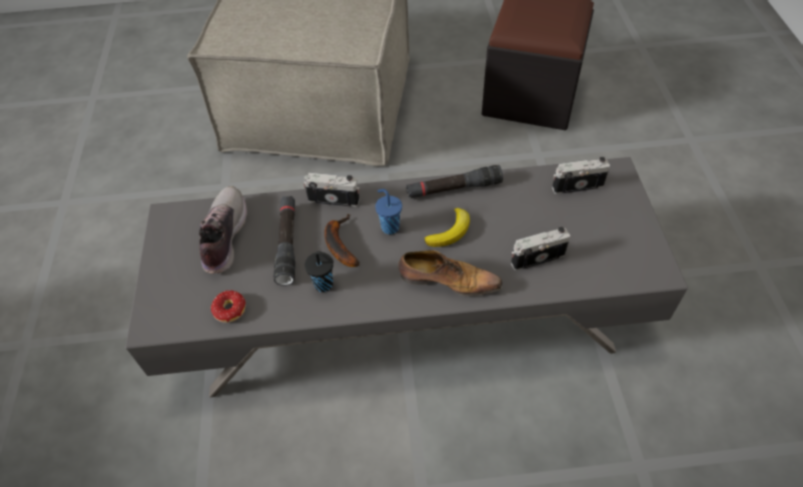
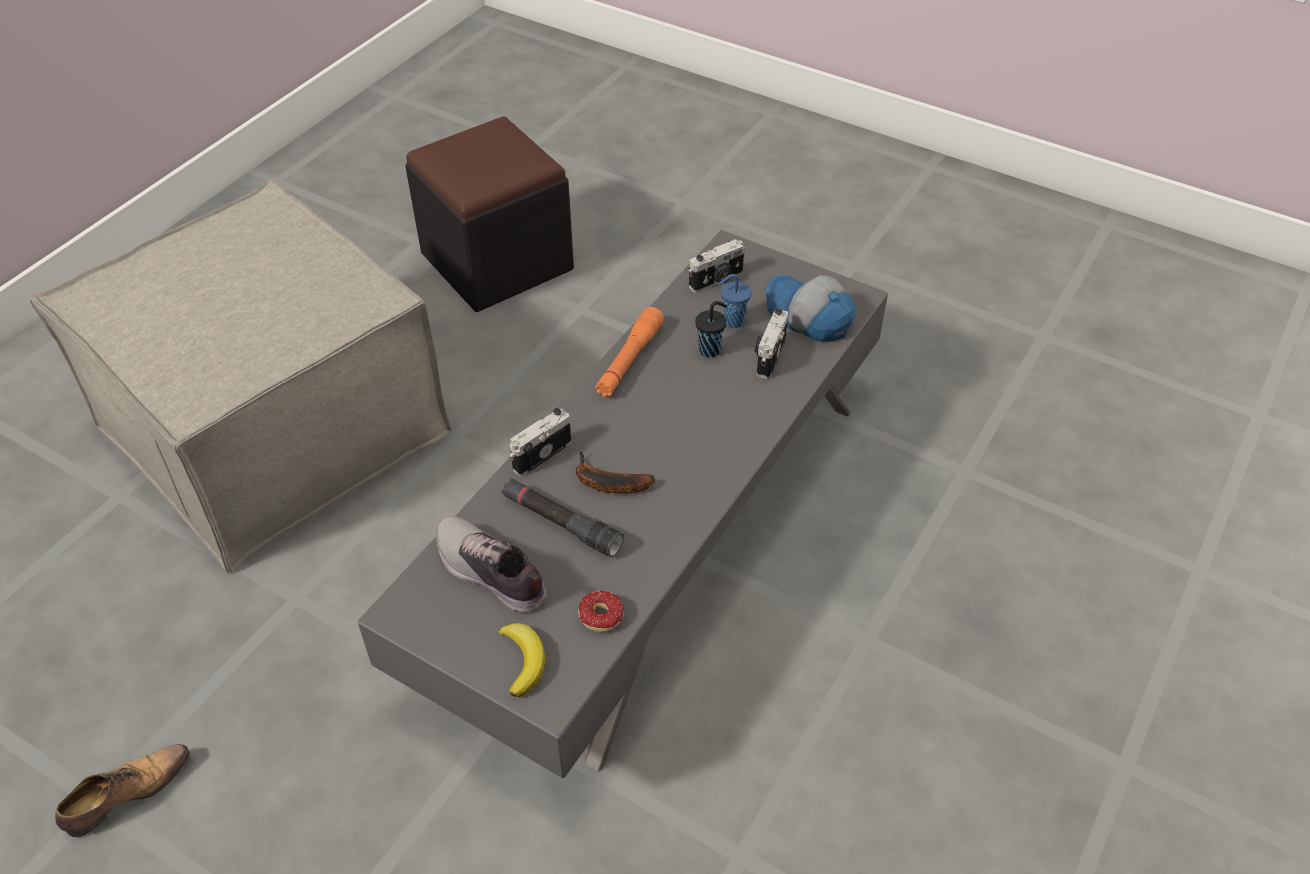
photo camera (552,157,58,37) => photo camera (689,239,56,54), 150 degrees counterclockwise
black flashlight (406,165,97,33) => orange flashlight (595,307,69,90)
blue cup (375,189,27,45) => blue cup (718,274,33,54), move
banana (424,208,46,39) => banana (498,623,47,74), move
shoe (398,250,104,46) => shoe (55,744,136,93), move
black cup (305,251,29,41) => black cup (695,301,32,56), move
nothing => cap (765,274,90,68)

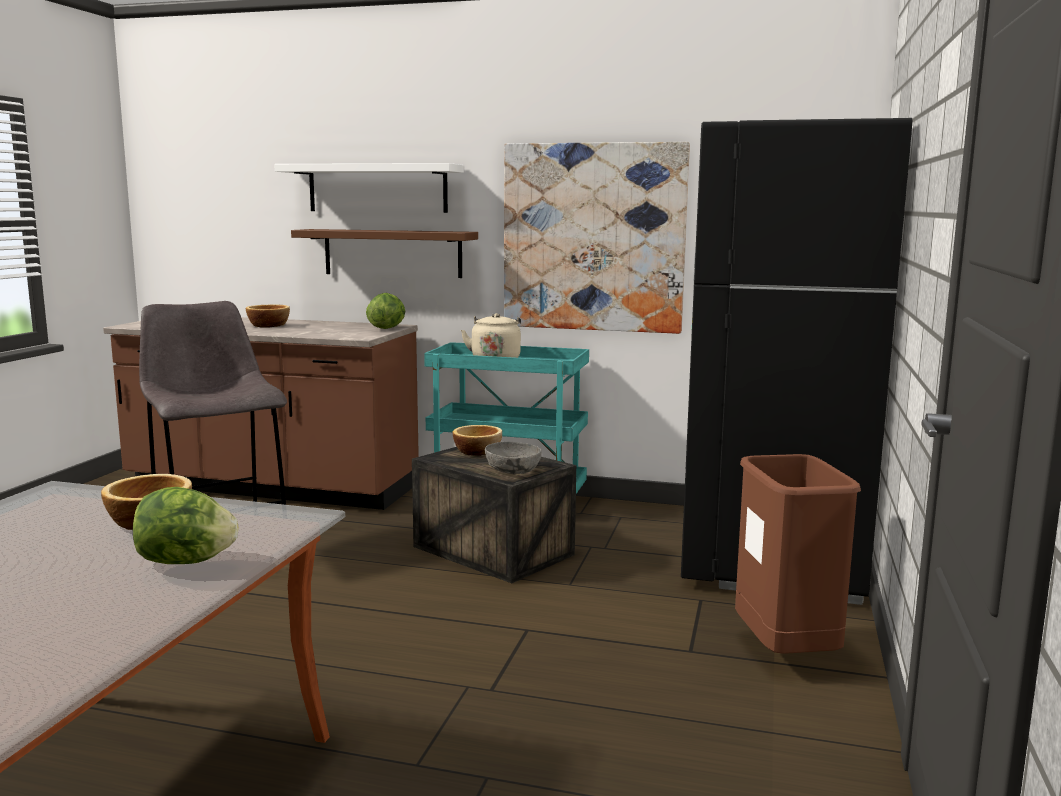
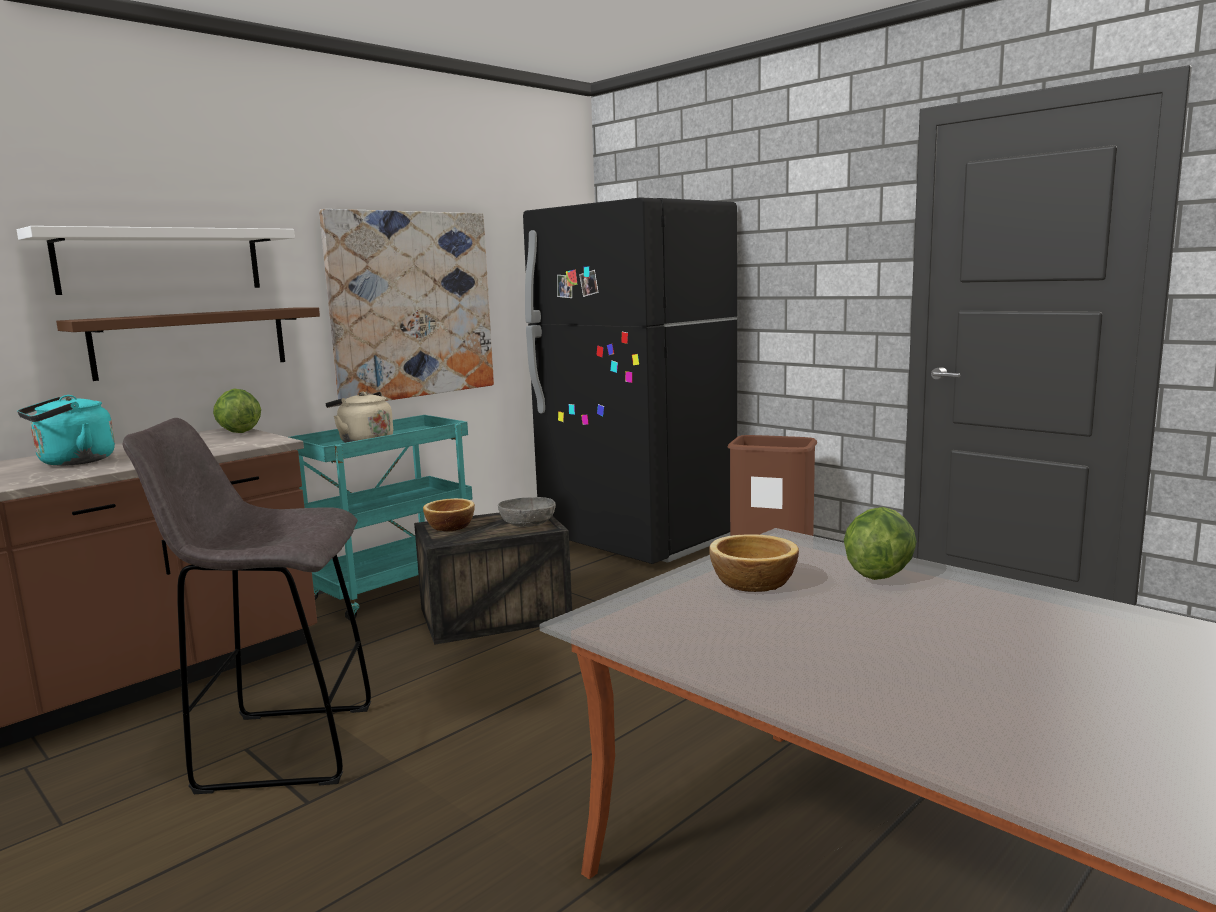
bowl (246,305,44,23) => turquoise kettle (17,395,98,71)

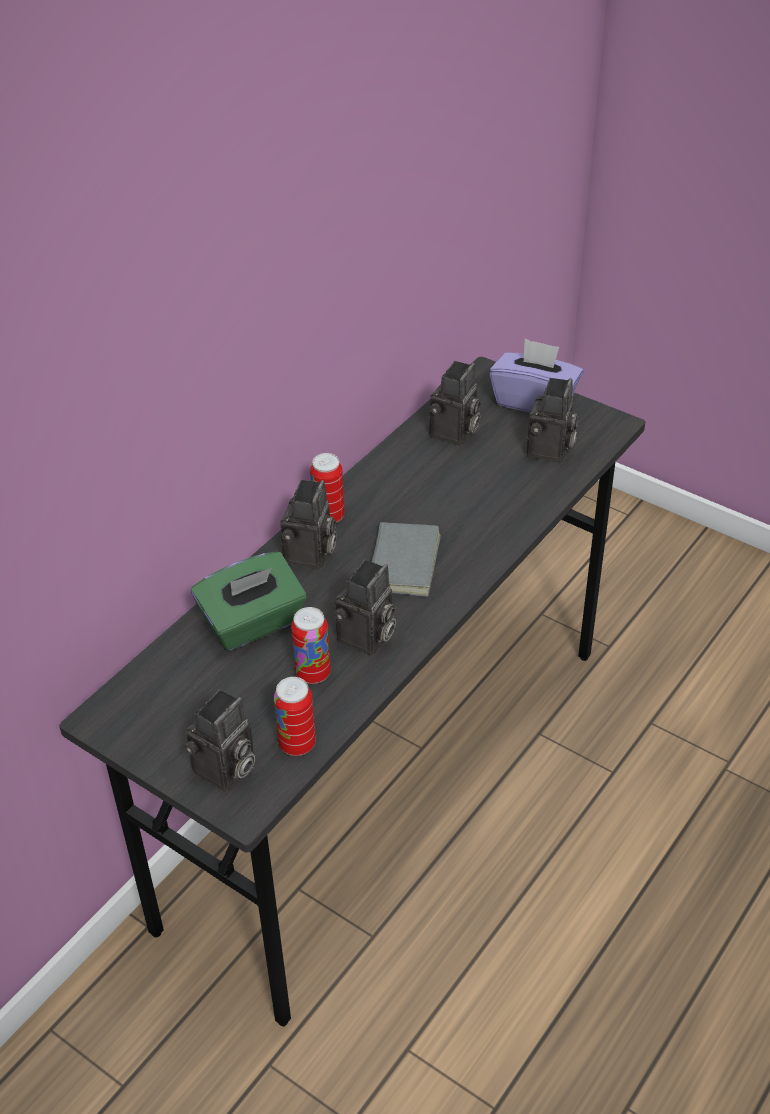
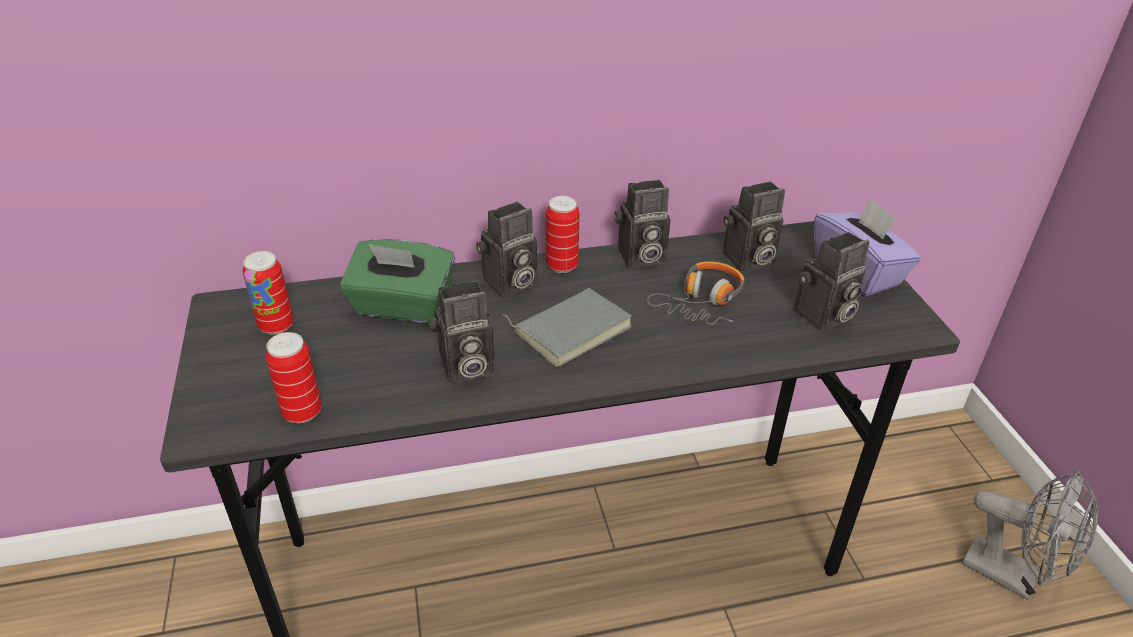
can (291,607,40,77) => can (243,251,51,84), move
photo camera (184,689,71,103) => photo camera (615,180,55,89), move
nothing => headphones (647,261,98,64)
nothing => grey fan (962,470,136,130)

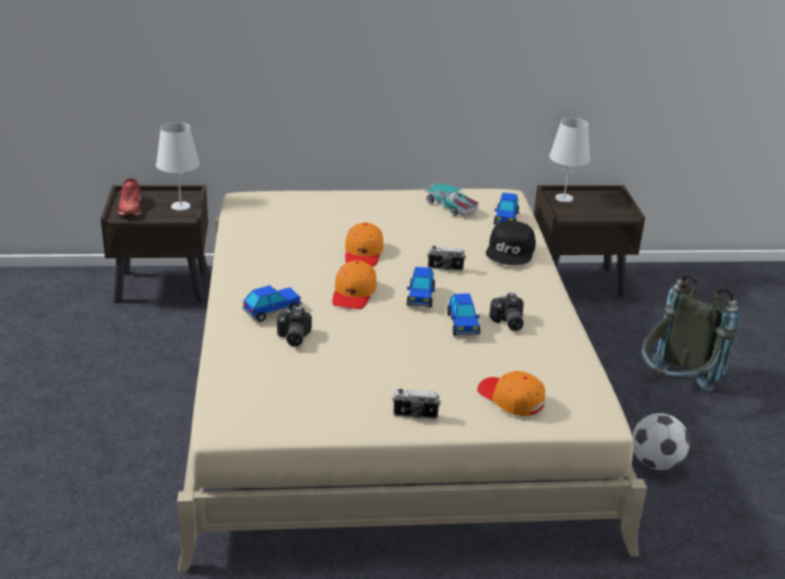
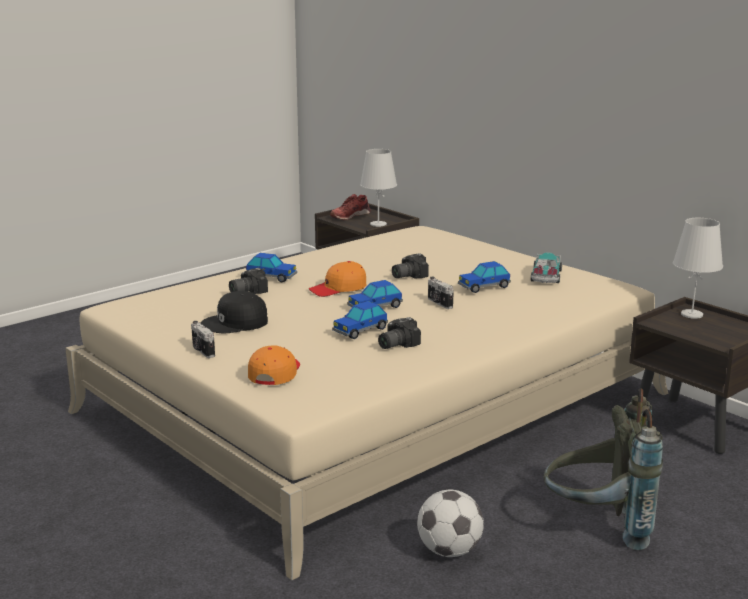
toy car (494,193,25,32) => toy car (458,261,53,32), move
black cap (486,221,50,44) => black cap (200,291,68,42), move
orange cap (345,222,38,45) => photo camera (392,253,37,26)

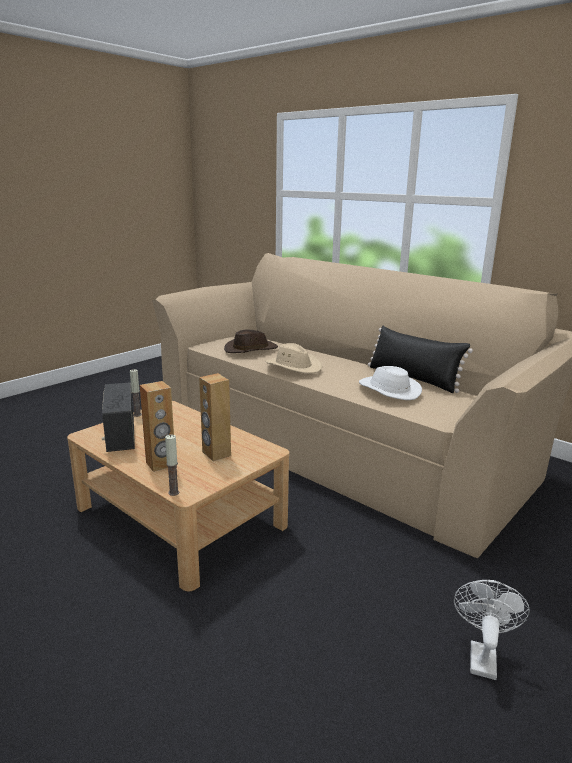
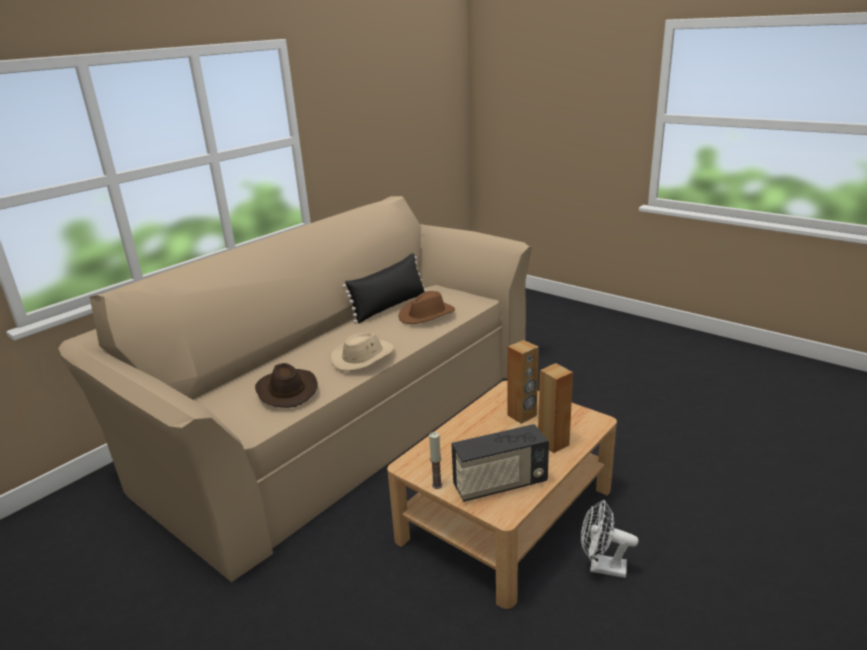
white hat (359,366,63,34) => brown hat (398,291,57,33)
candle (165,435,15,61) => nothing
white fan (454,580,76,100) => white fan (581,500,58,78), move

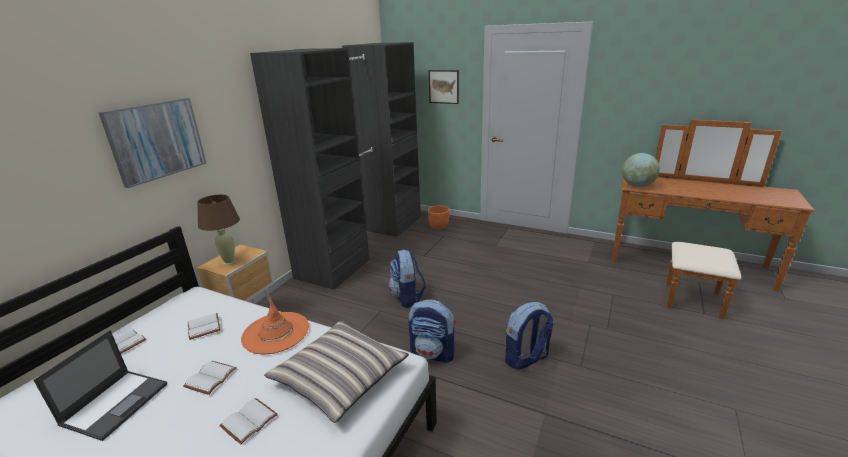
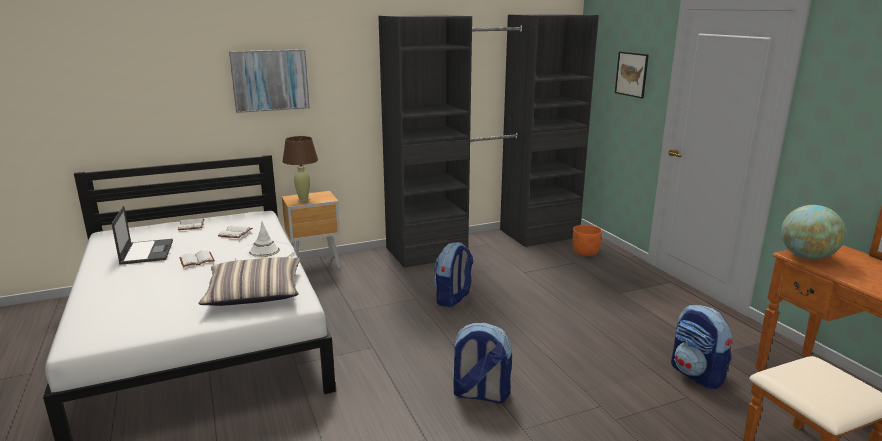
backpack (409,299,47,64) => backpack (671,305,62,84), move
orange hat (241,300,68,54) => white hat (234,221,60,40)
laptop (33,330,134,111) => laptop (111,206,62,59), 75 degrees counterclockwise
white book (219,398,59,46) => nothing

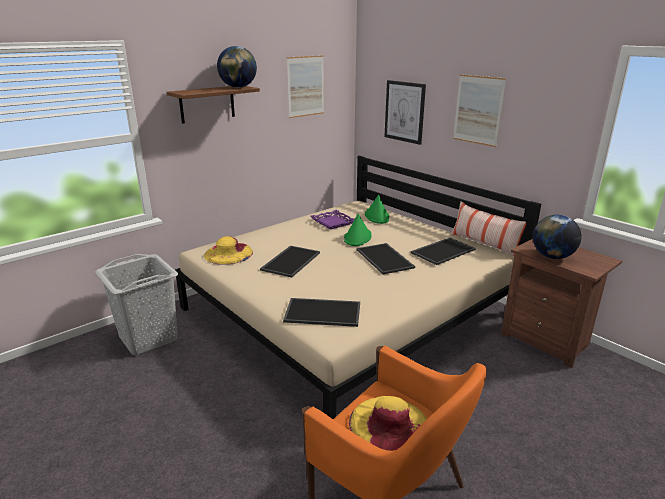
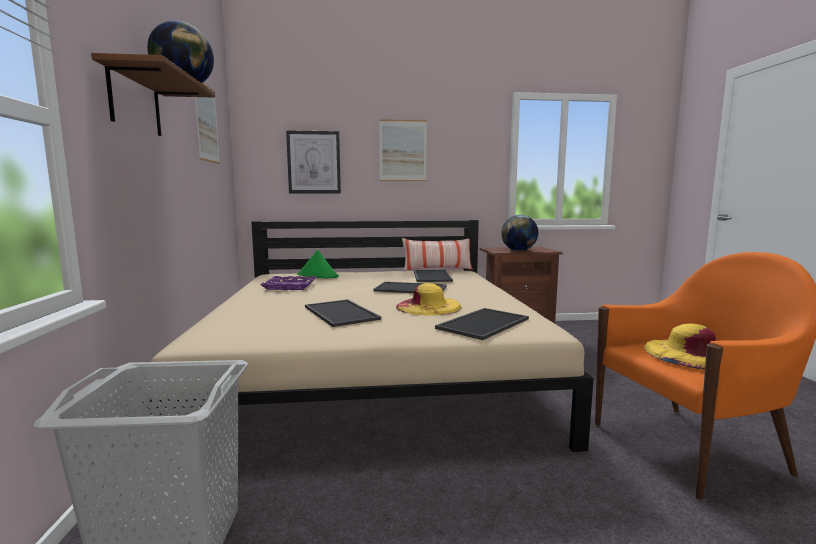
green hat (344,214,28,32) => nothing
yellow hat (204,236,49,29) => yellow hat (396,283,66,33), move

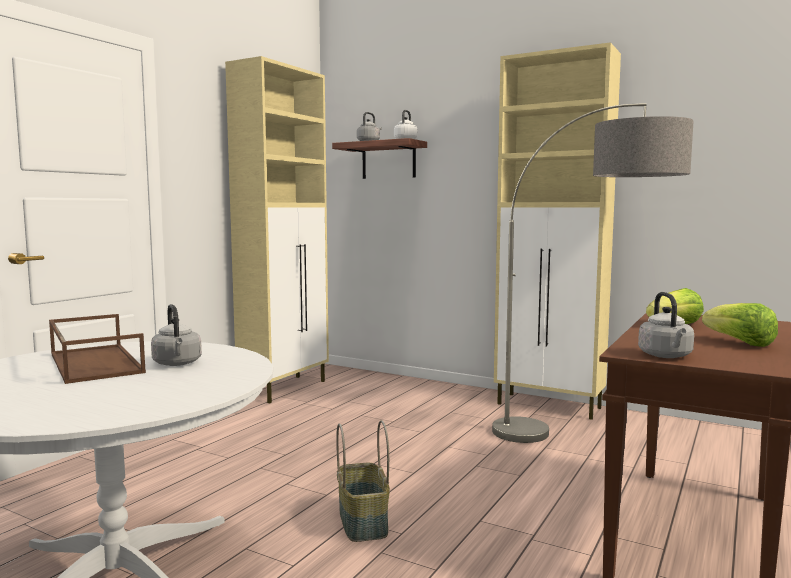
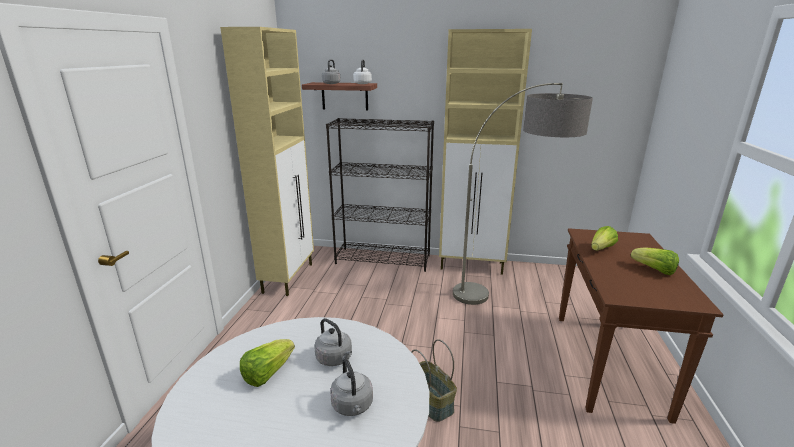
grey kettle (638,292,56,66) => grey kettle (330,358,43,58), move
brown tray (49,314,97,70) => lettuce (240,339,55,48)
nothing => black bookcase (326,118,108,154)

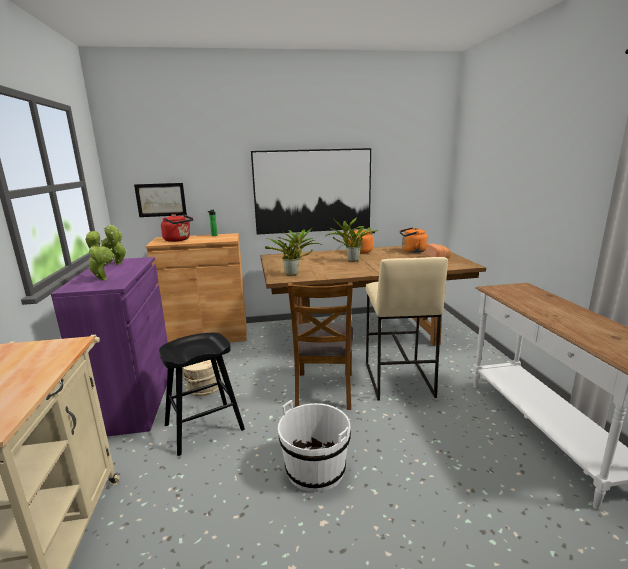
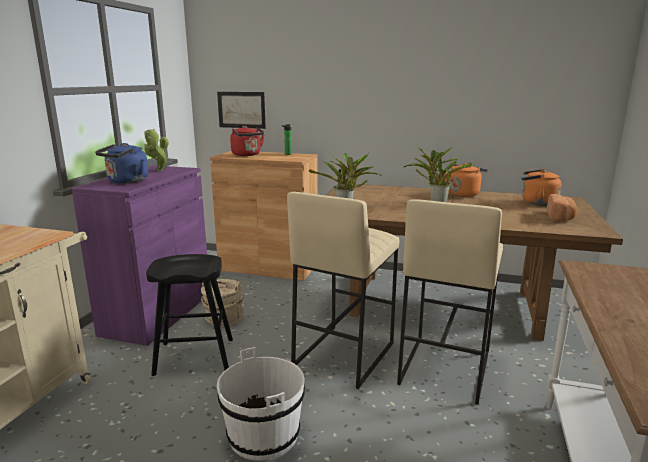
picture (251,148,120,87) => nothing
potted plant (85,231,29,49) => blue kettle (95,143,53,41)
brown chair (288,282,66,128) => beige stool (287,192,112,197)

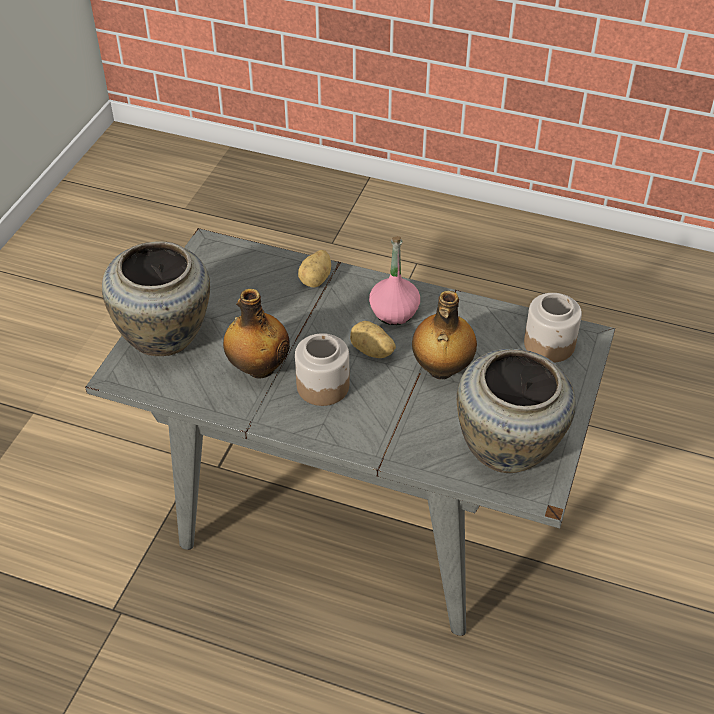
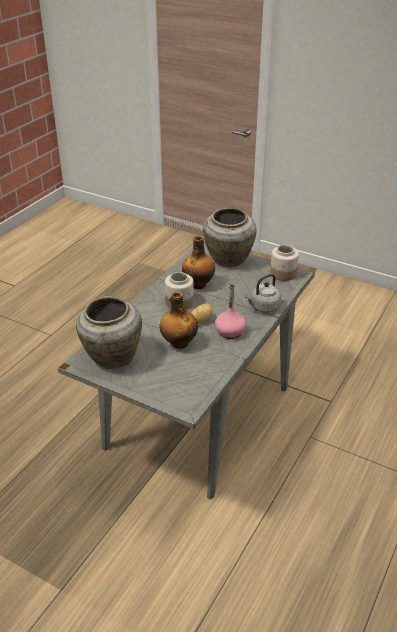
potato (298,250,33,38) => grey kettle (245,274,36,39)
jar (524,293,58,70) => jar (270,245,29,36), move

